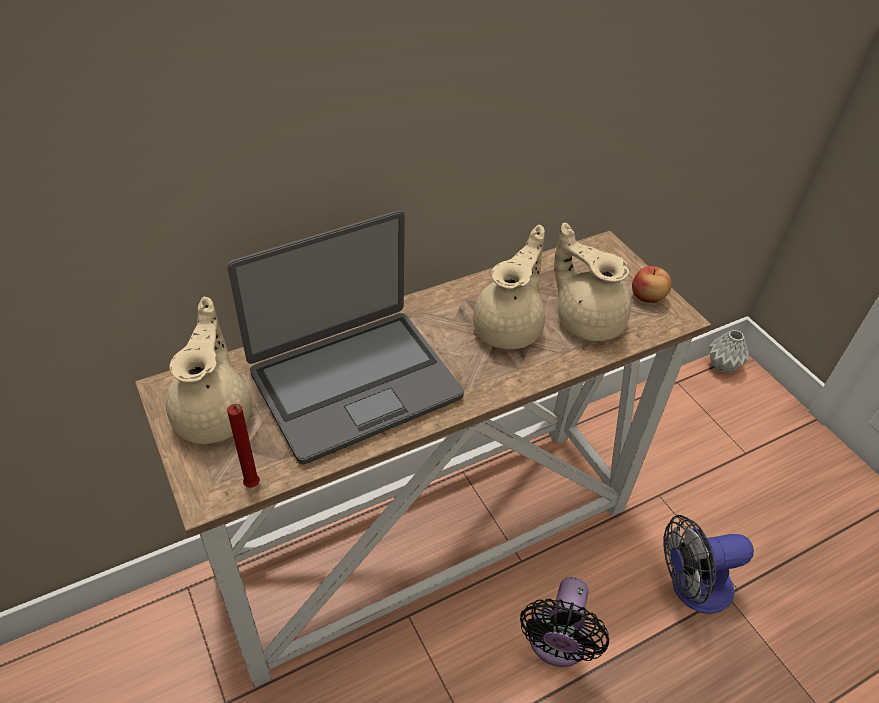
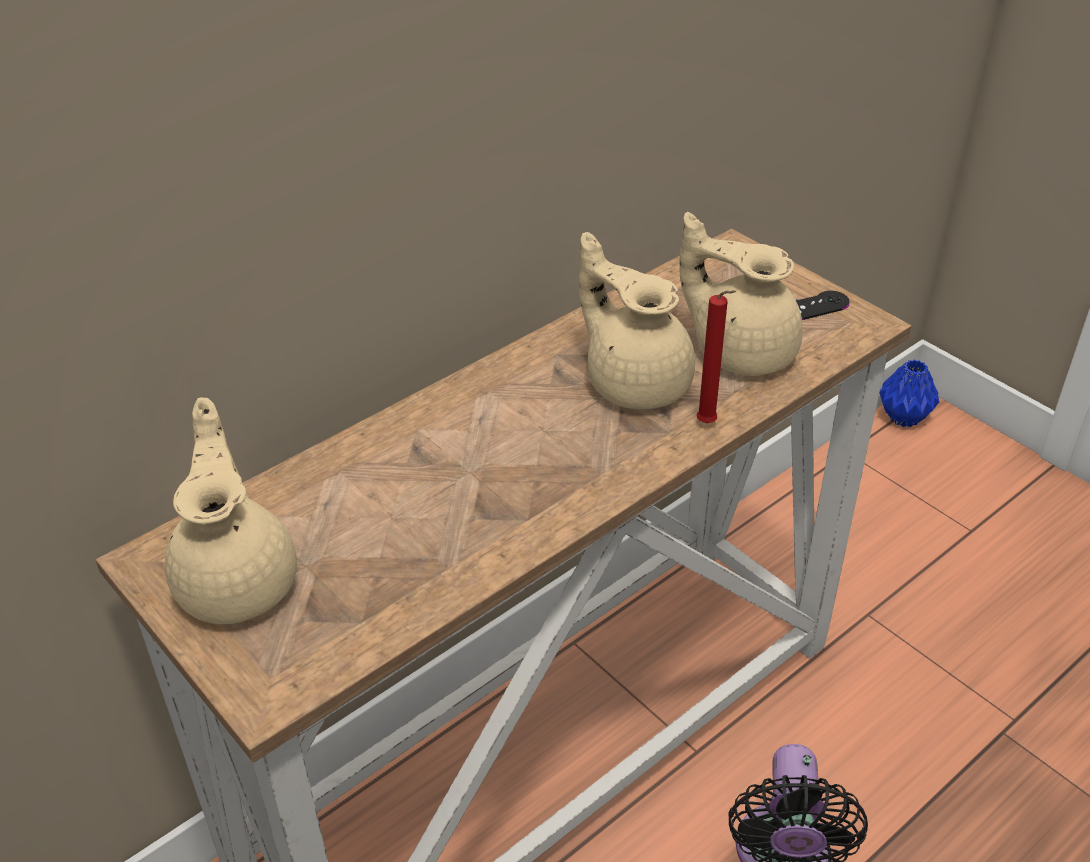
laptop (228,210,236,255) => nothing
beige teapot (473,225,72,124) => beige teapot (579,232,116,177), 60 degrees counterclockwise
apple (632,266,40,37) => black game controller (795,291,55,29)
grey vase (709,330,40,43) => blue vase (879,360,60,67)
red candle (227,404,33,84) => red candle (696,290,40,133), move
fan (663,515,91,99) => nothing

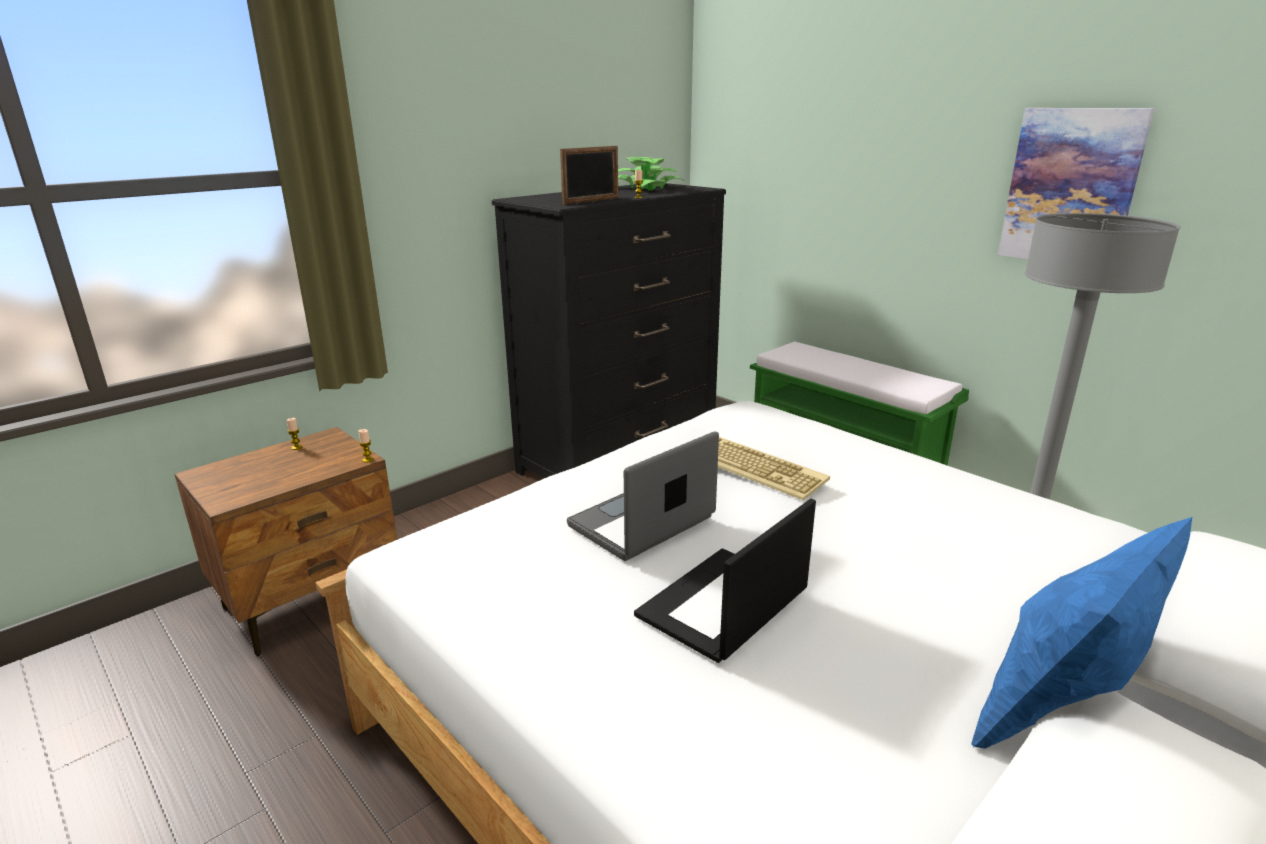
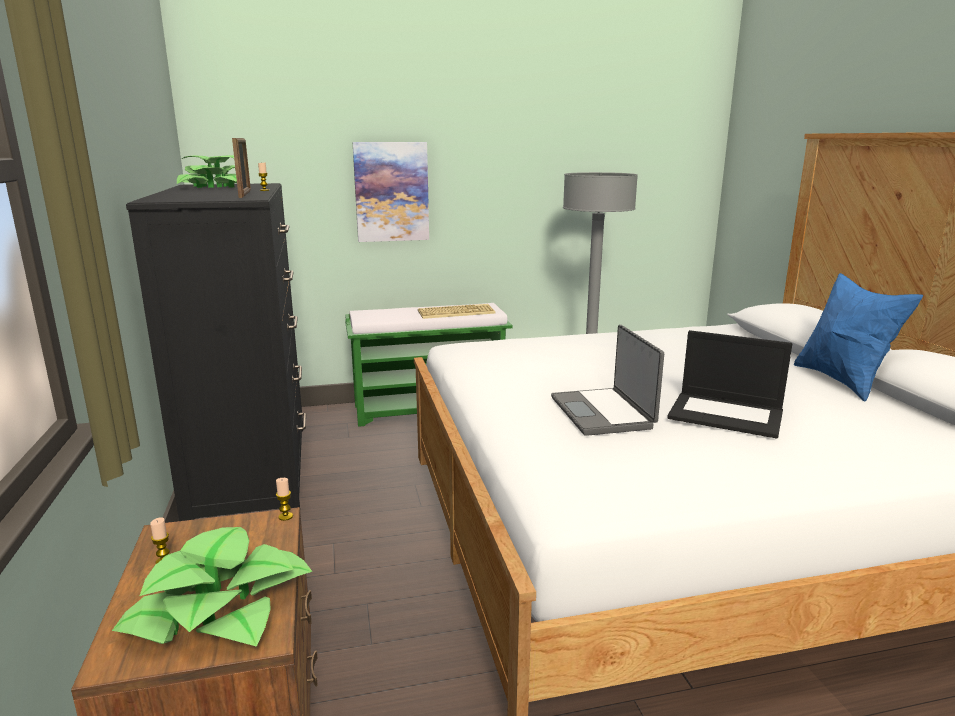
picture (998,108,157,151) => picture (352,142,77,100), move
keyboard (718,437,112,63) => keyboard (418,304,78,15), move
laptop (634,499,182,164) => laptop (667,330,125,108), 45 degrees counterclockwise
nothing => potted plant (112,527,201,120)

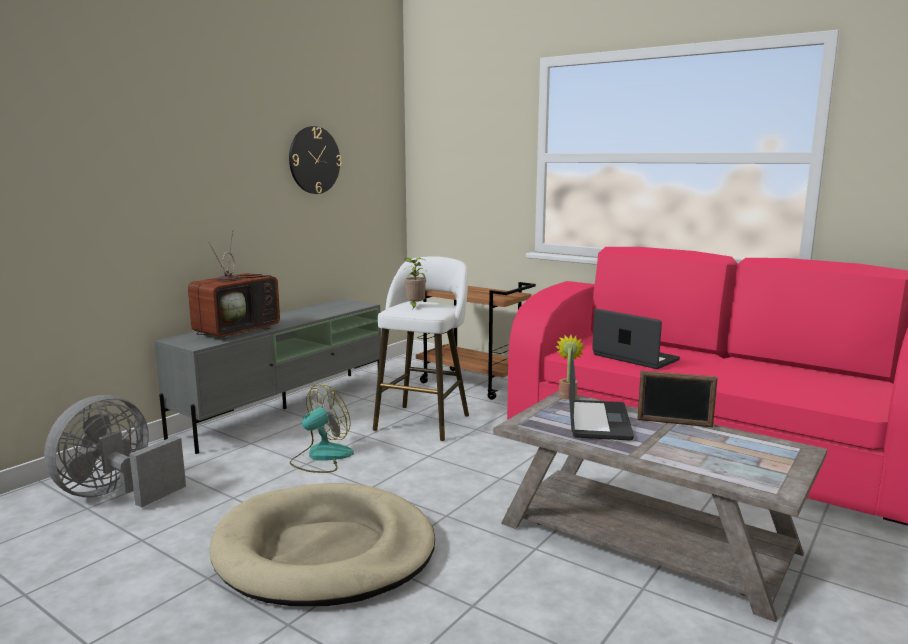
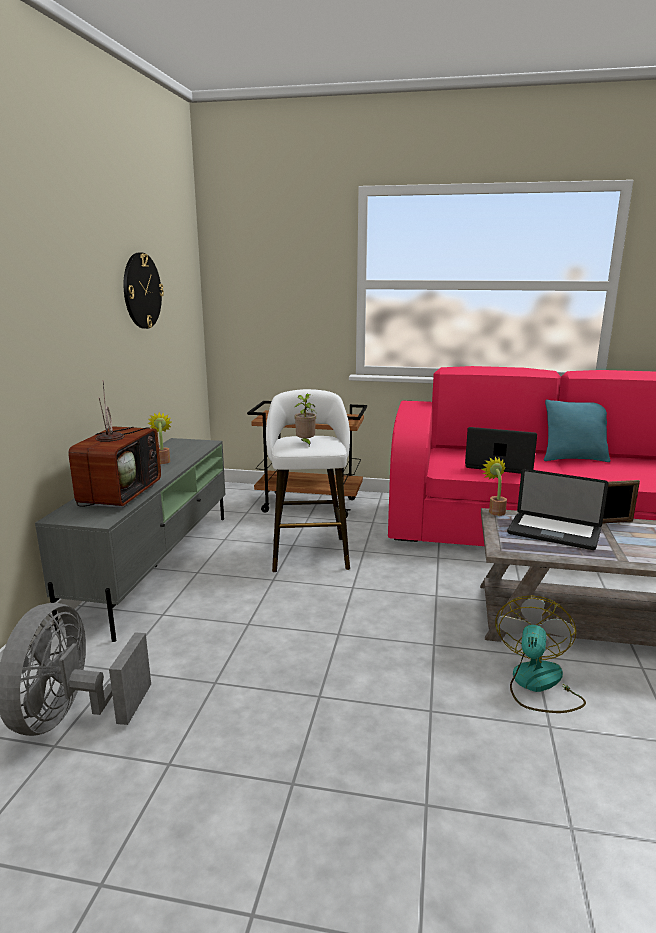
laptop (569,349,65,92) => laptop (507,469,102,81), 135 degrees clockwise
fan (290,385,64,88) => fan (495,596,91,117), move
beige dog bed (210,483,225,123) => nothing
nothing => turquoise pillow (544,399,66,63)
nothing => potted plant (148,412,23,52)

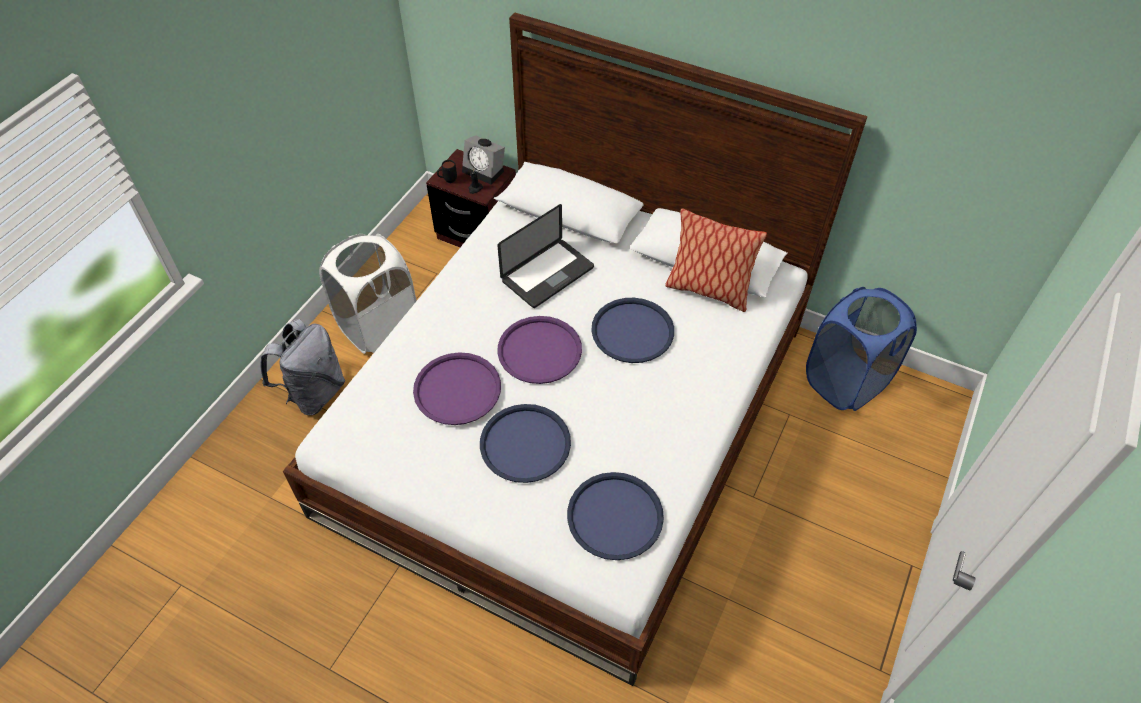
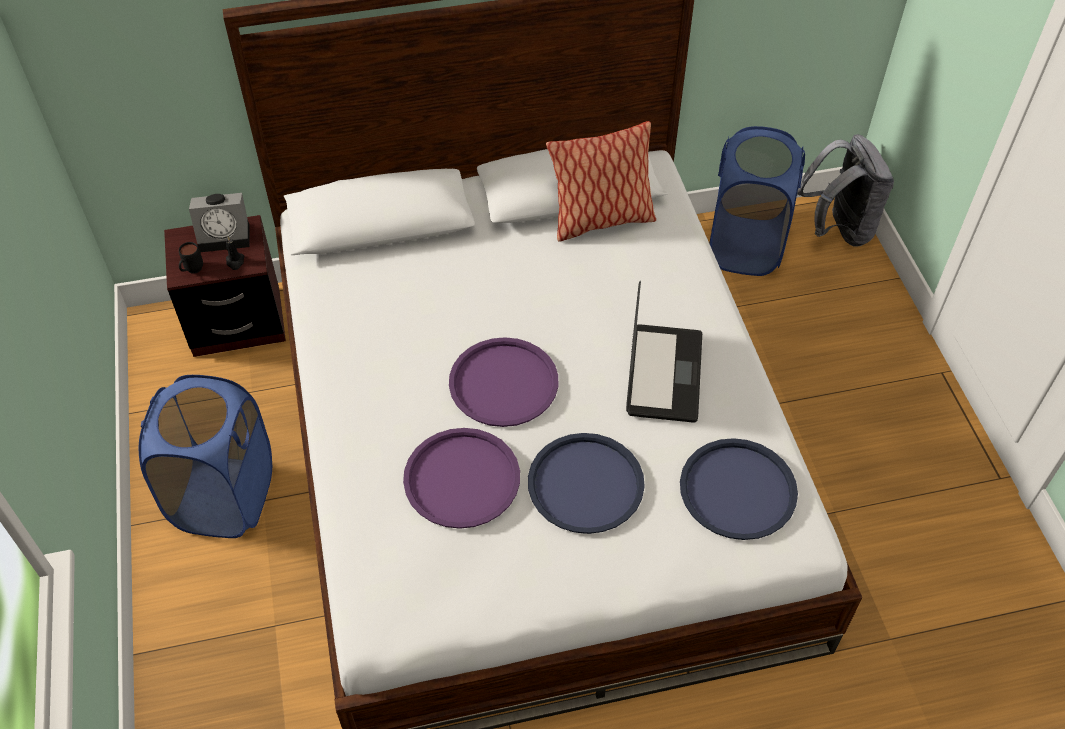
laptop (497,204,97,104) => laptop (626,281,76,142), move
white laundry basket (319,234,98,120) => blue laundry basket (139,375,133,163)
blue tray (591,298,83,65) => nothing
grey backpack (260,319,85,96) => grey backpack (797,134,97,113), move

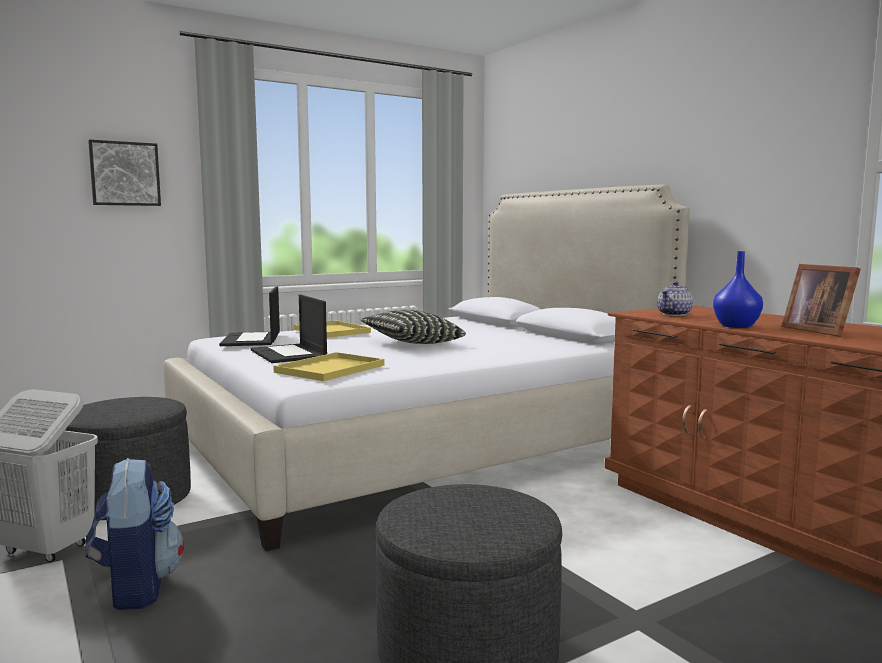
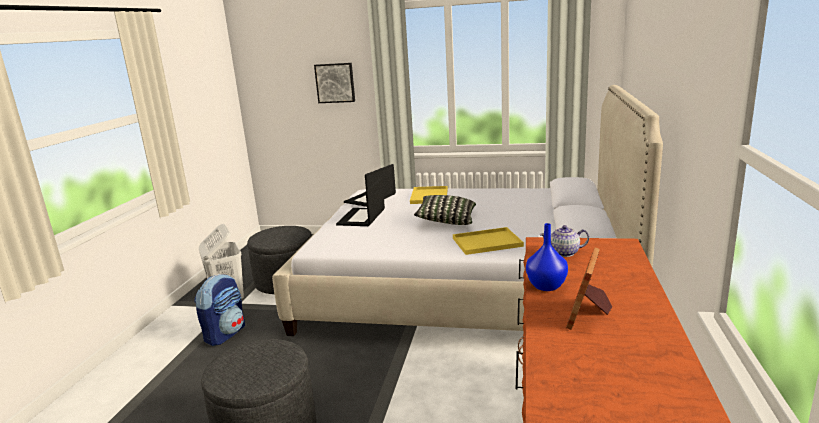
yellow tray (273,352,111,29) => yellow tray (453,227,71,28), move

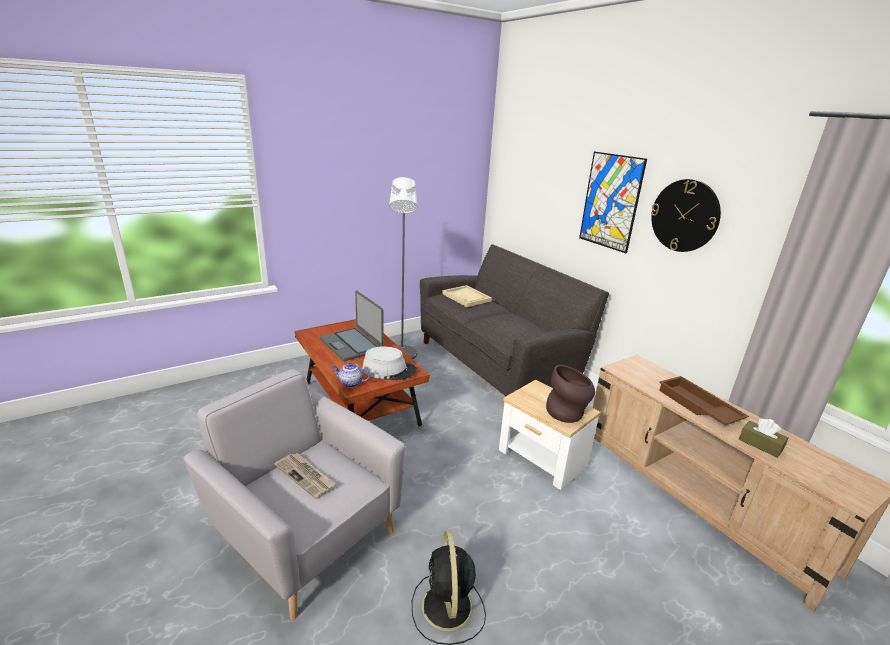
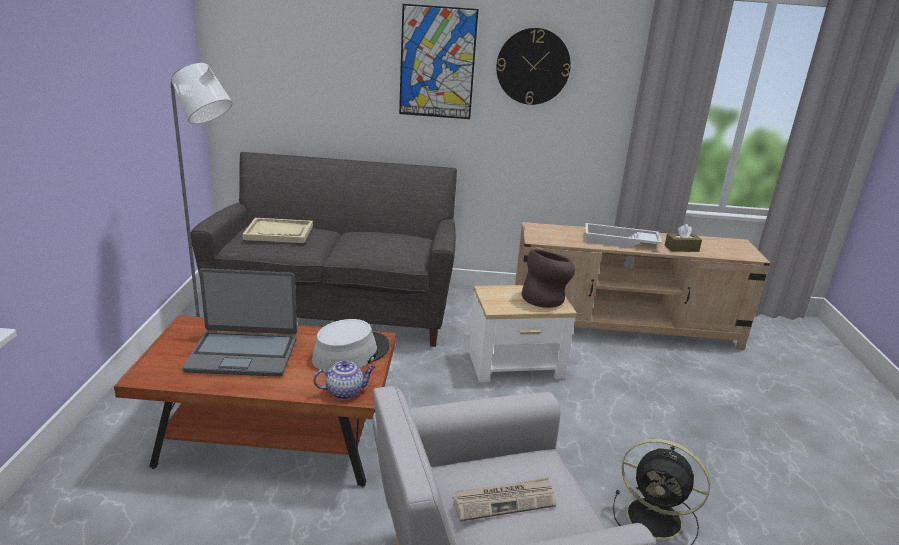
teapot (332,363,38,25) => teapot (313,361,62,38), 150 degrees counterclockwise
brown tray (659,376,90,49) => white tray (585,223,77,25)

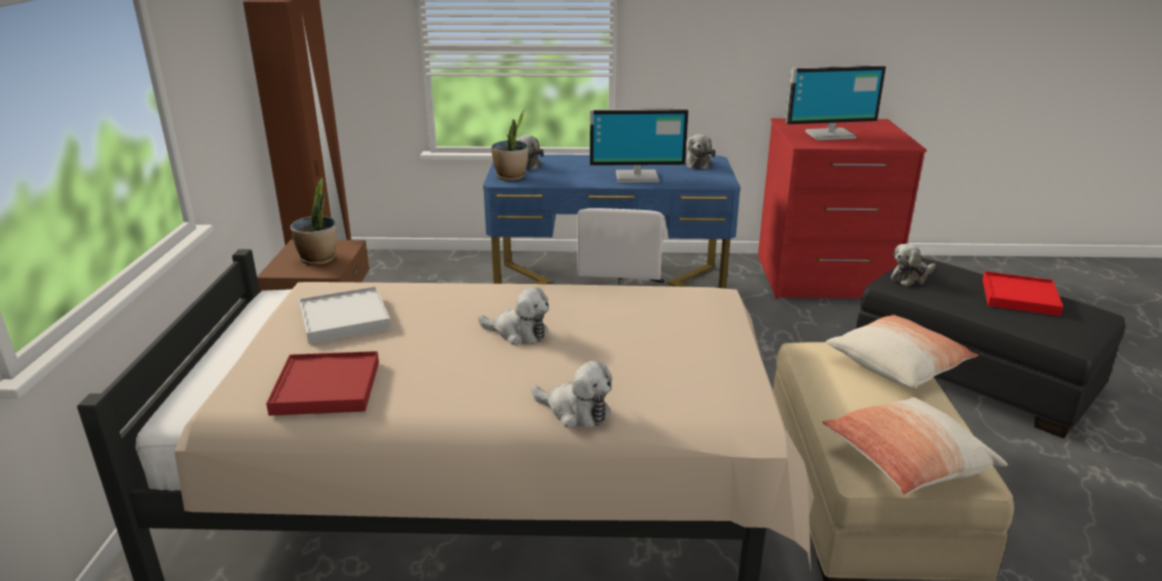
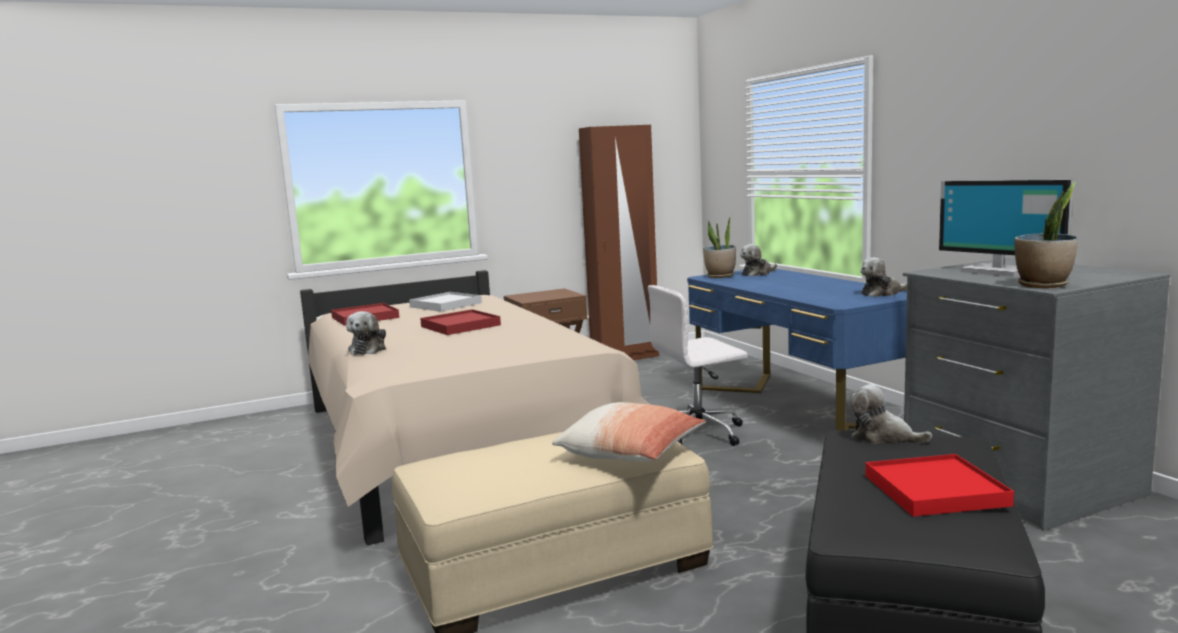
monitor (590,109,99,74) => nothing
red dresser (758,118,169,181) => grey dresser (903,258,267,272)
potted plant (290,177,47,88) => potted plant (1014,182,64,106), move
plush toy (478,287,71,58) => red tray (420,309,81,26)
pillow (822,397,186,98) => nothing

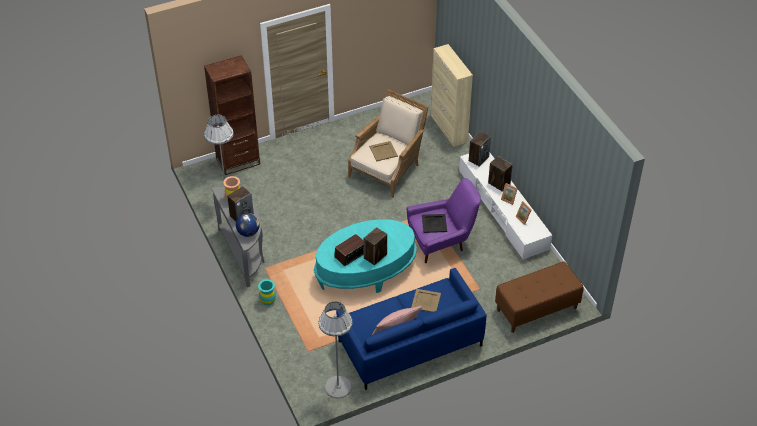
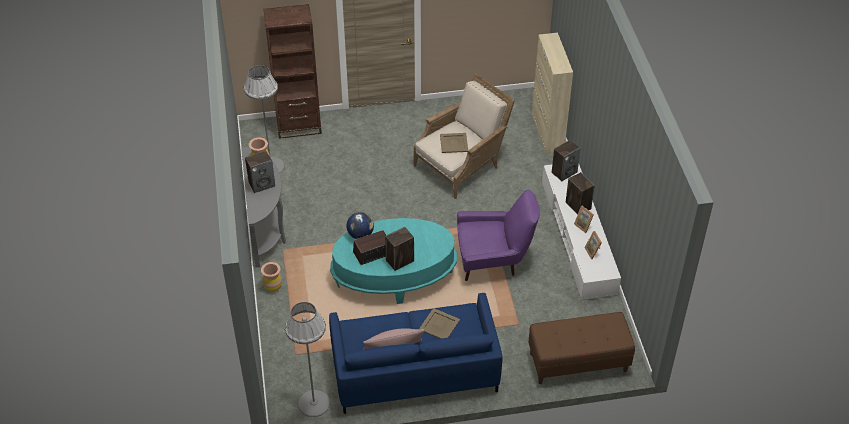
globe (236,213,24,24) => globe (346,212,28,27), move
black tray (422,214,25,19) => nothing
turquoise vase (258,279,18,26) => brown vase (261,262,21,30)

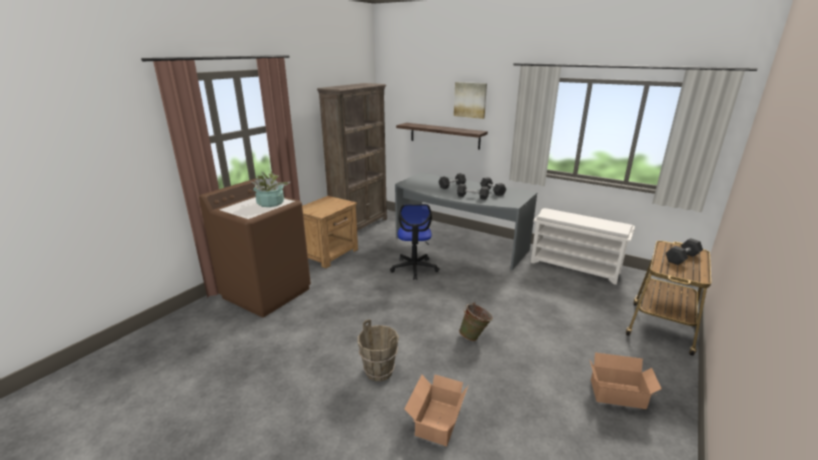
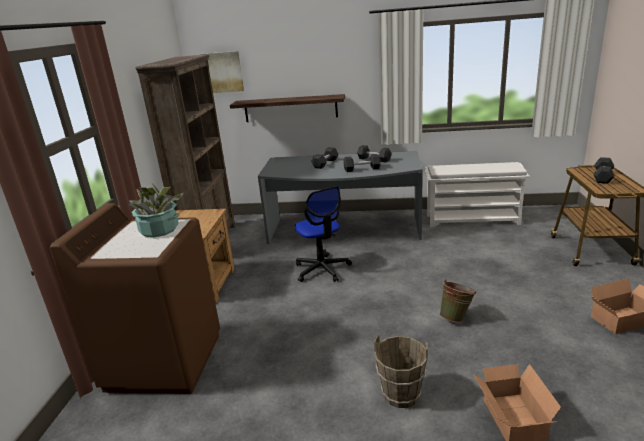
picture (454,82,33,37) => picture (200,51,44,42), move

